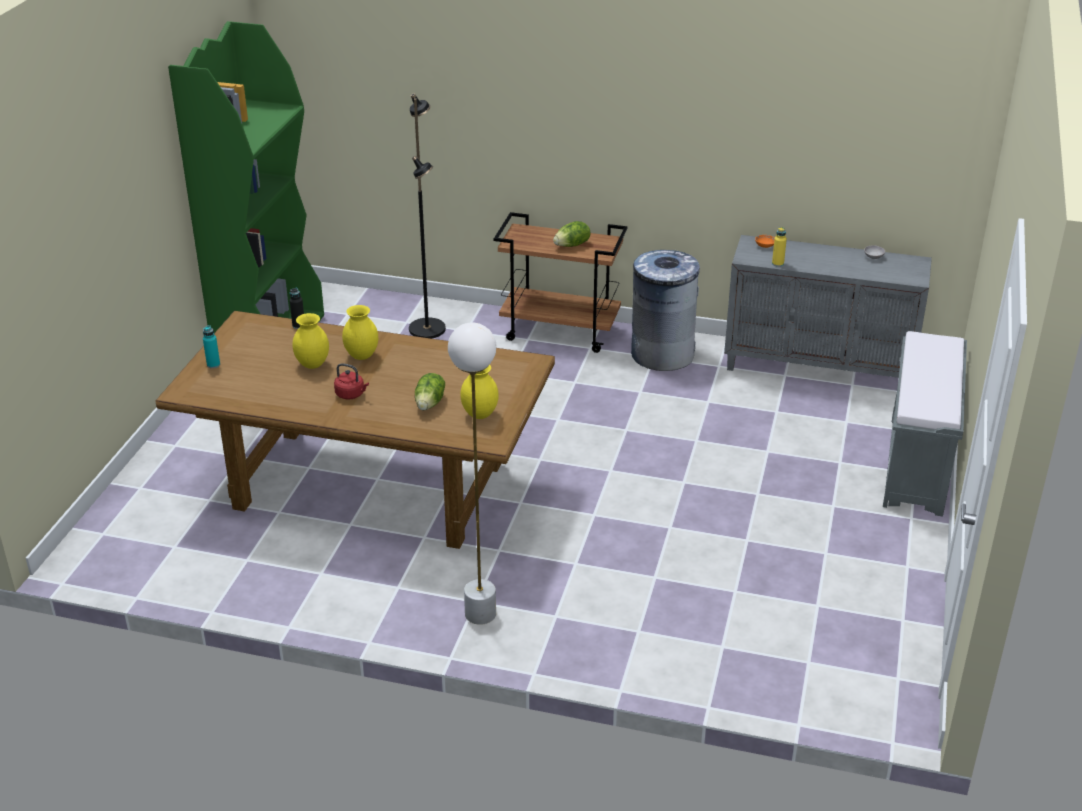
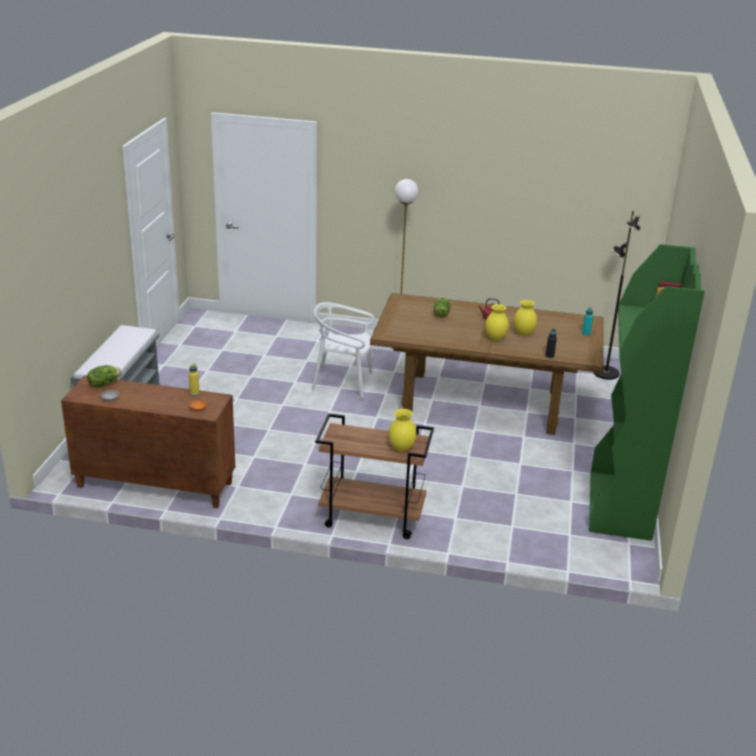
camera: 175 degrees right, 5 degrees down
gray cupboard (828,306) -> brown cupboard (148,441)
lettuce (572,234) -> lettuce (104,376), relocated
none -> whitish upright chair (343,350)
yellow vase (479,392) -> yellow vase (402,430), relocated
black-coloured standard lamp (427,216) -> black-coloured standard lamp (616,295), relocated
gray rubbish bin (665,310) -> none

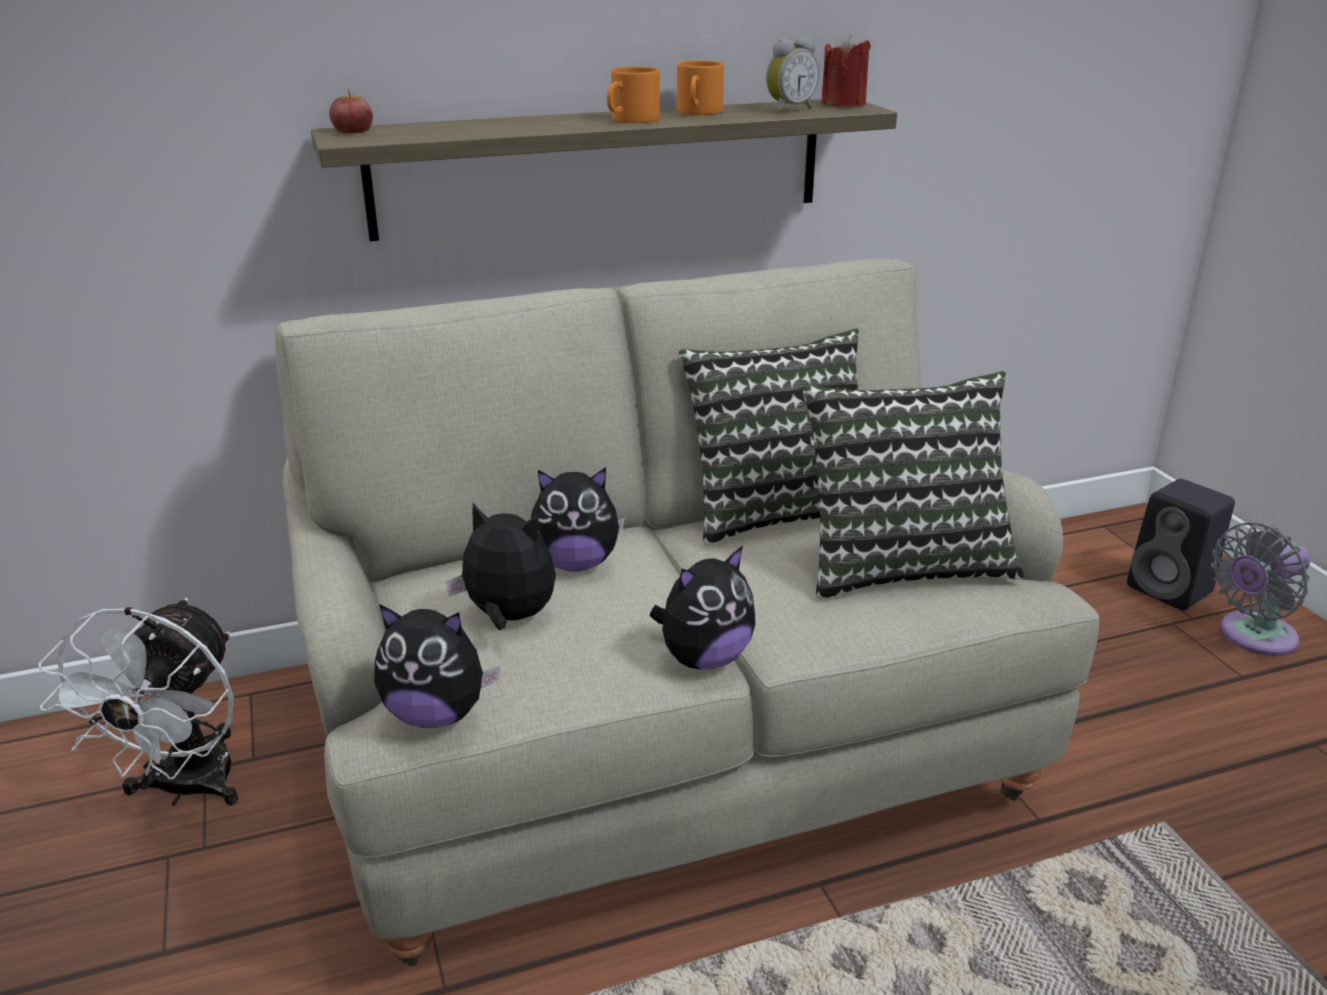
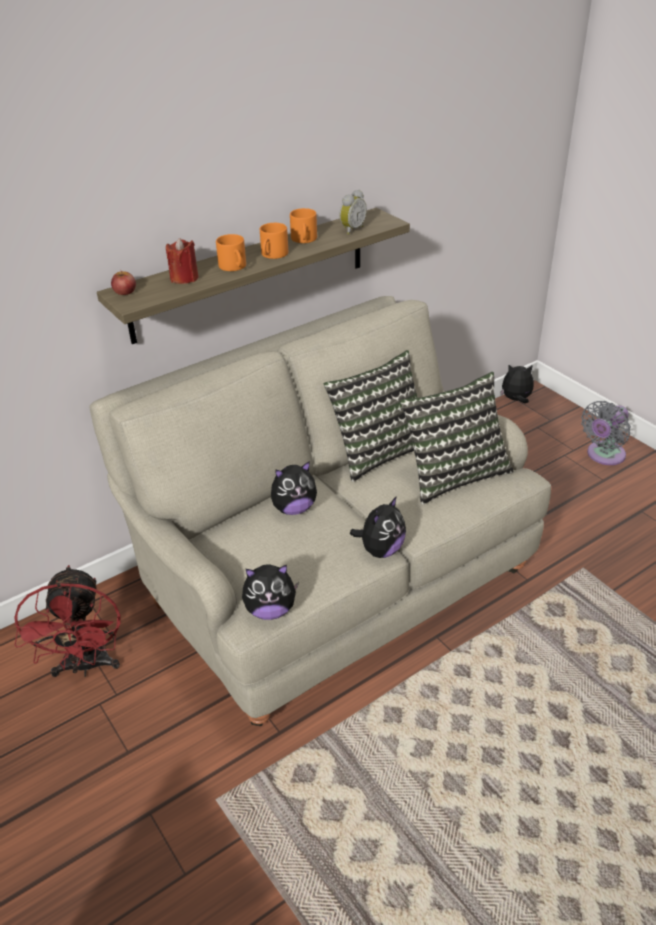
camera: 15 degrees left, 10 degrees up
whitish fan (138,702) -> red-coloured fan (67,621)
red-coloured candle (846,70) -> red-coloured candle (182,261), relocated
none -> orange-coloured tea mug (231,252)
cuddly toy (500,566) -> cuddly toy (517,384), relocated
black-coloured speaker (1181,544) -> none

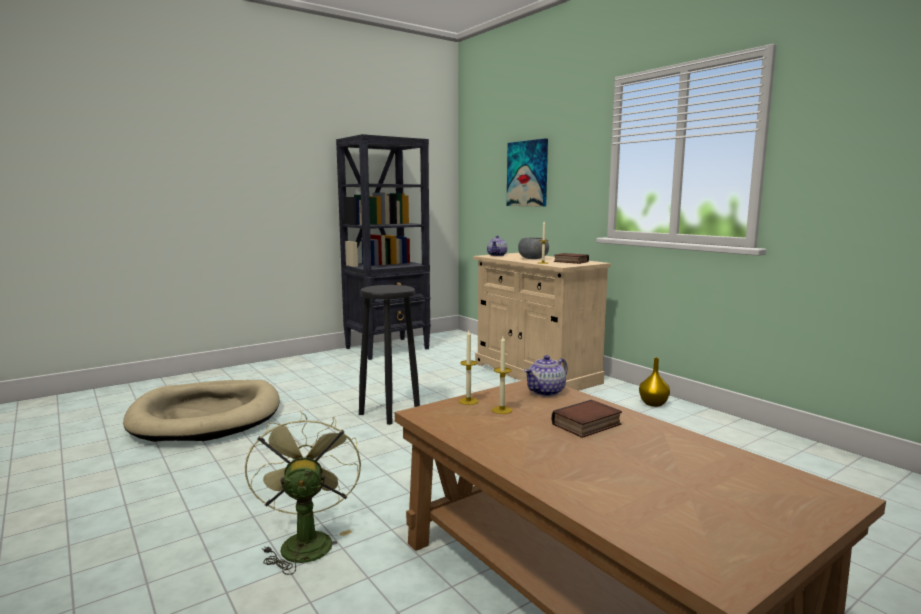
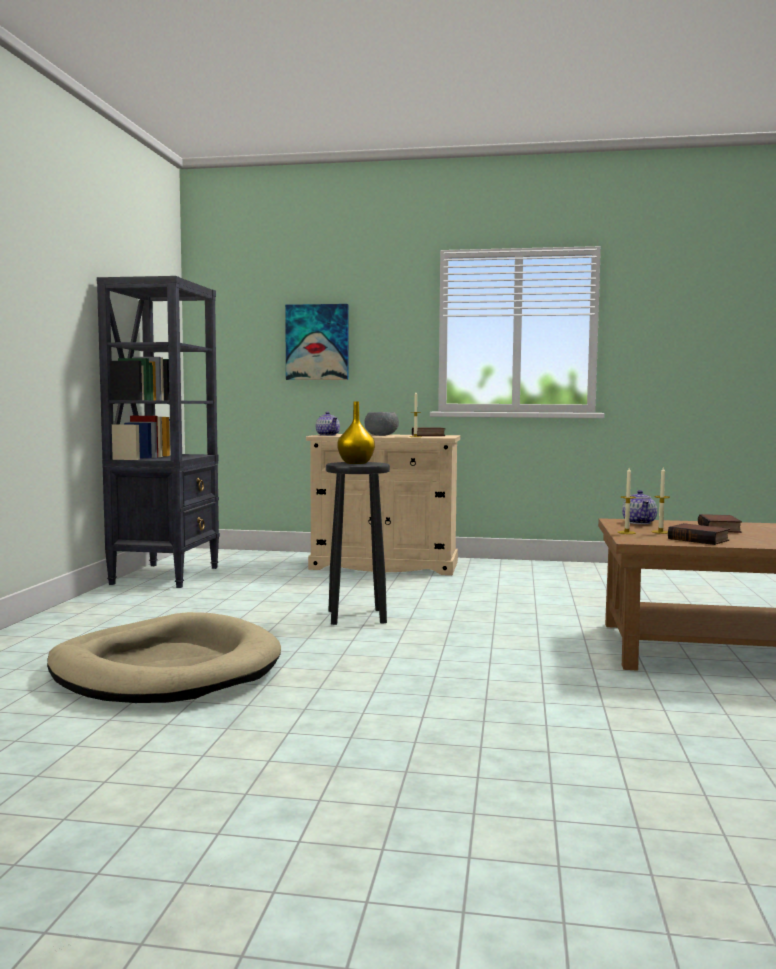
camera: 45 degrees left, 5 degrees down
yellow vase (654,382) -> yellow vase (356,432), relocated
none -> volume (699,534)
green fan (303,493) -> none

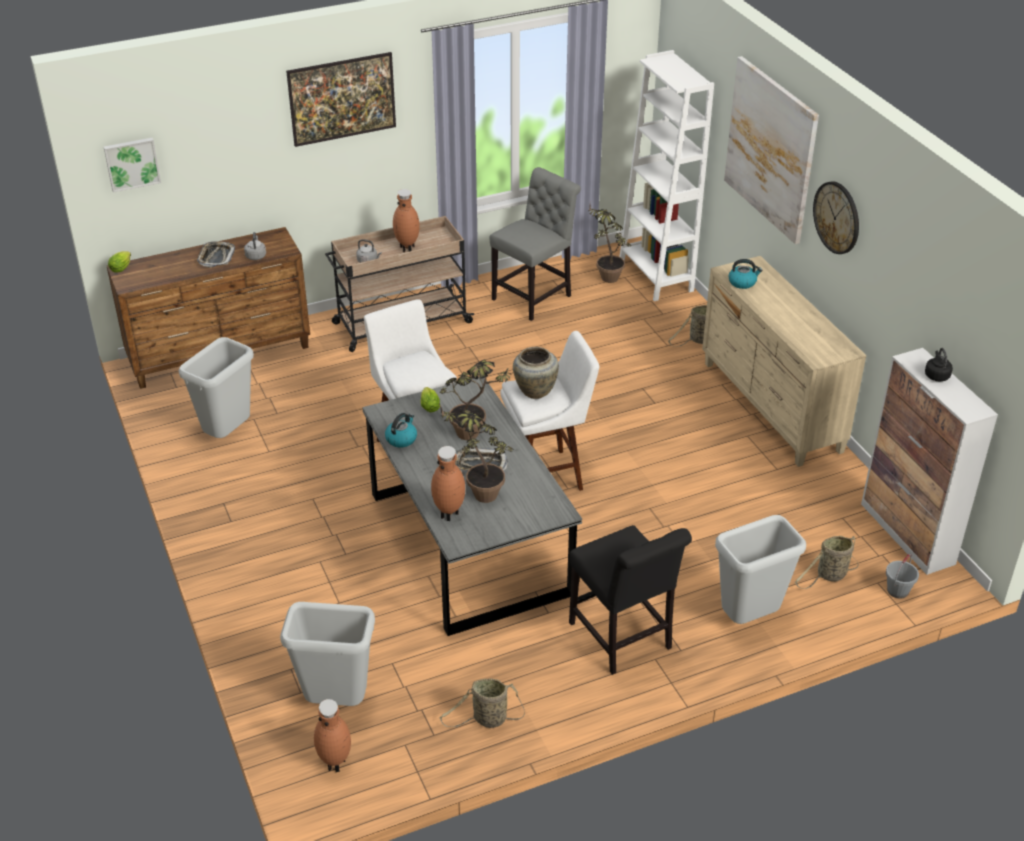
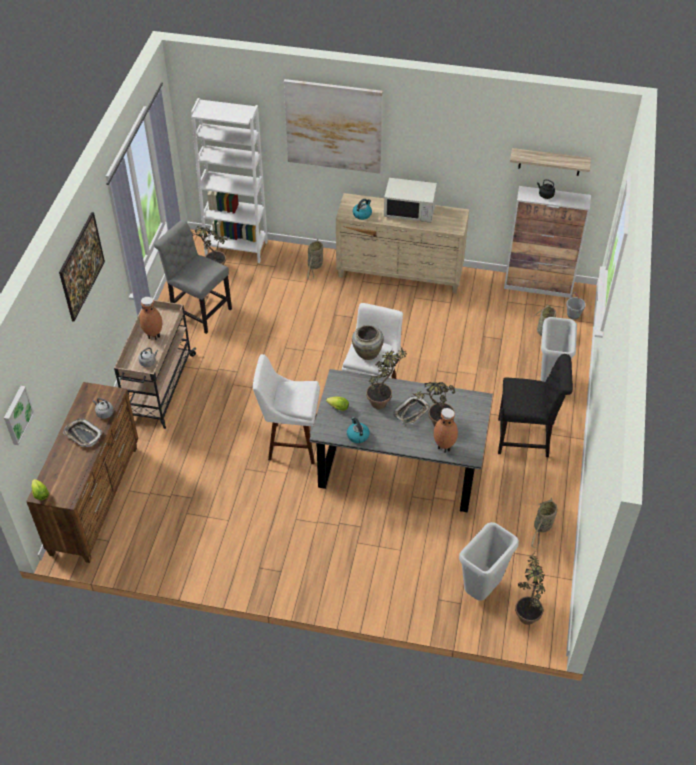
camera: 55 degrees left, 10 degrees up
gray upright chair (535,244) -> gray upright chair (193,277), 45 degrees counterclockwise
none -> whitish microwave oven (410,200)
none -> wall shelf (550,162)
brown vase (332,735) -> potted plant (530,587)
gray rubbish bin (216,387) -> none
wall clock (836,217) -> none

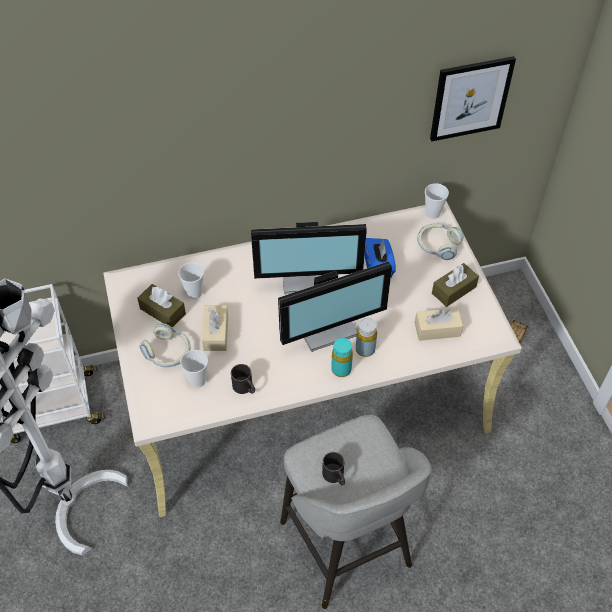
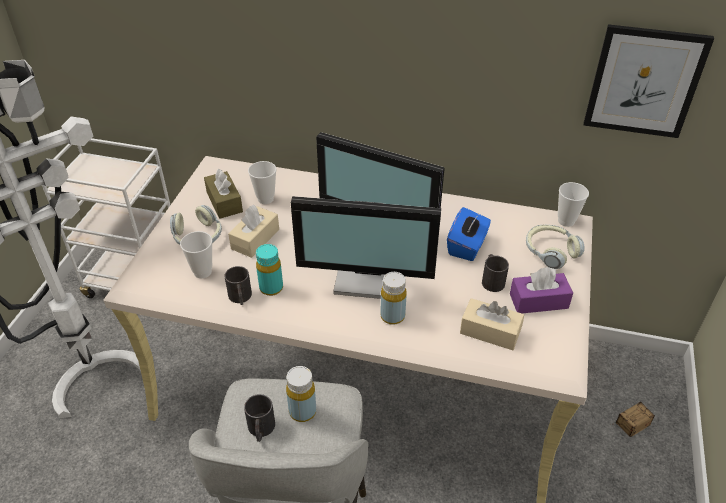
camera: 30 degrees right, 10 degrees down
blue-green drink bottle (342,357) -> blue-green drink bottle (269,270), relocated
none -> yellow drink bottle (301,394)
none -> black-coloured tea mug (495,273)
brown tissue holder (455,285) -> purple tissue holder (541,290)

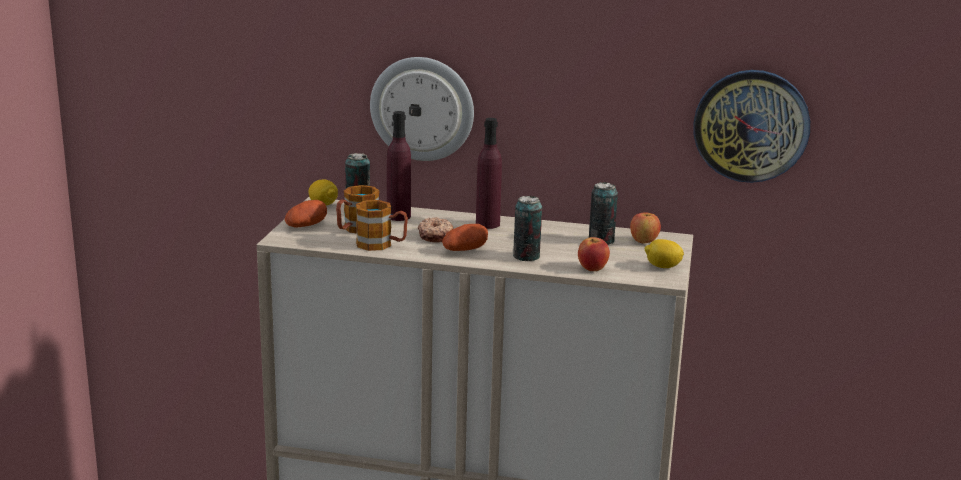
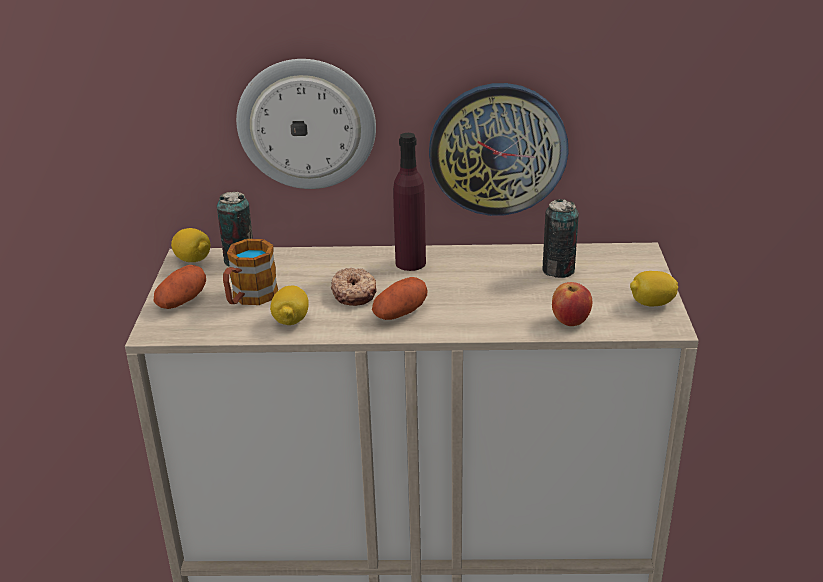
camera: 10 degrees left, 10 degrees up
tea mug (382,225) -> citrus fruit (289,305)
wall clock (751,126) -> wall clock (499,149), relocated
purple drink bottle (399,166) -> none
can (527,228) -> none
whole apple (645,228) -> none

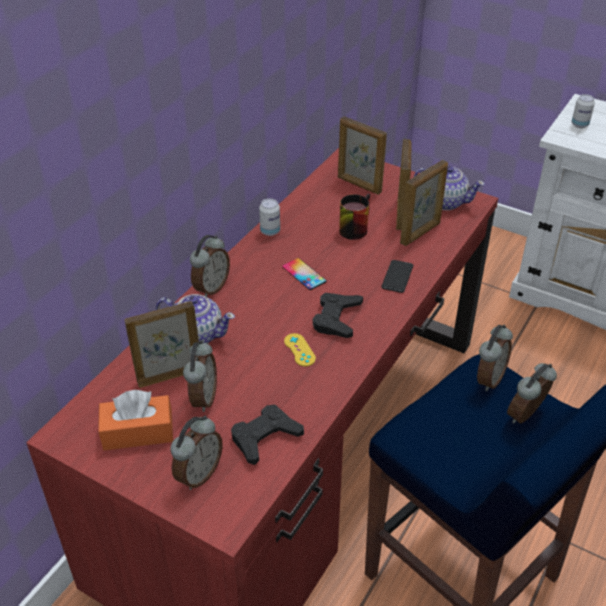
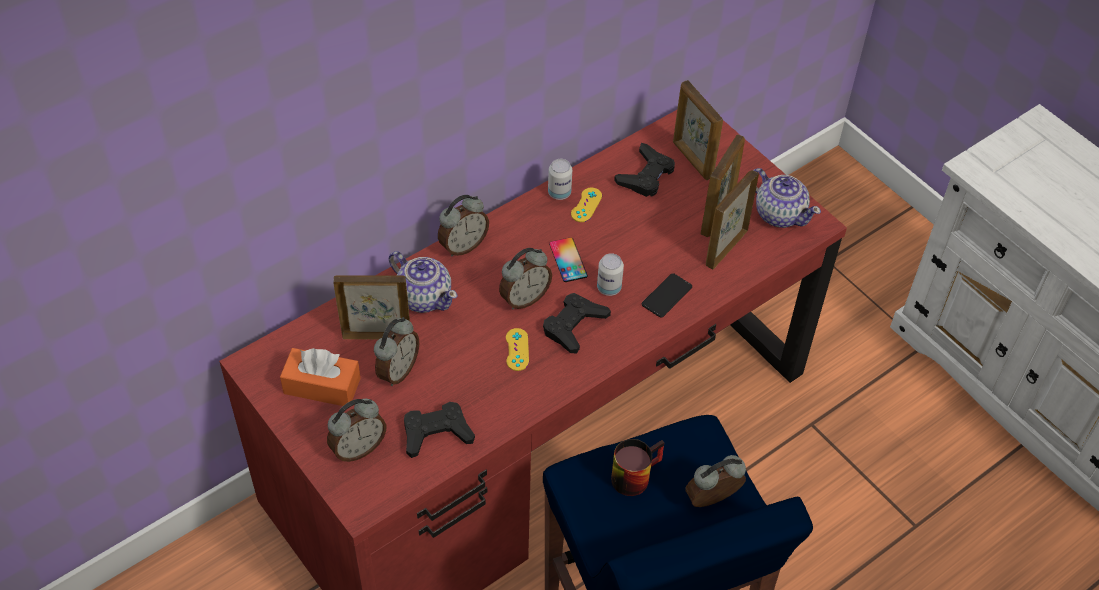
camera: 20 degrees right, 10 degrees up
bedside clock (495,358) -> bedside clock (525,278), relocated
none -> yellow gamepad (586,205)
can (583,111) -> can (610,274), relocated
tea mug (354,217) -> tea mug (637,467), relocated
none -> black-coloured gamepad (644,170)
photo frame (424,203) -> photo frame (732,220), 150 degrees clockwise

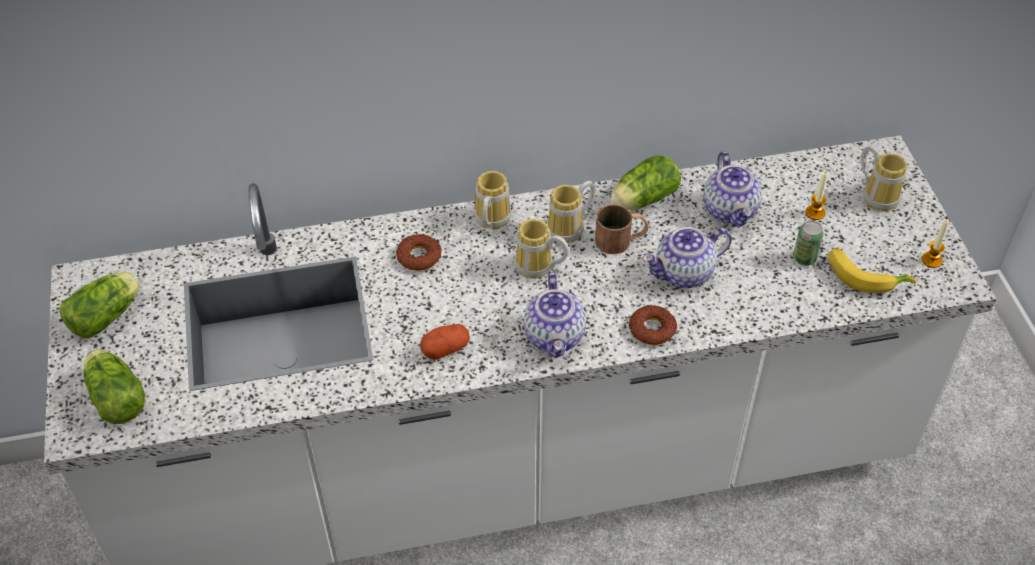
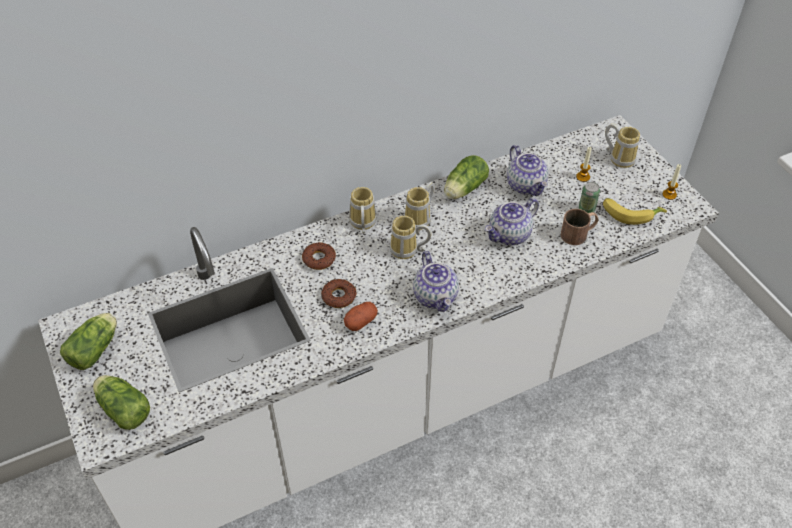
camera: 15 degrees left, 0 degrees up
donut (653,325) -> donut (338,293), relocated
brown tea mug (622,229) -> brown tea mug (579,227), relocated

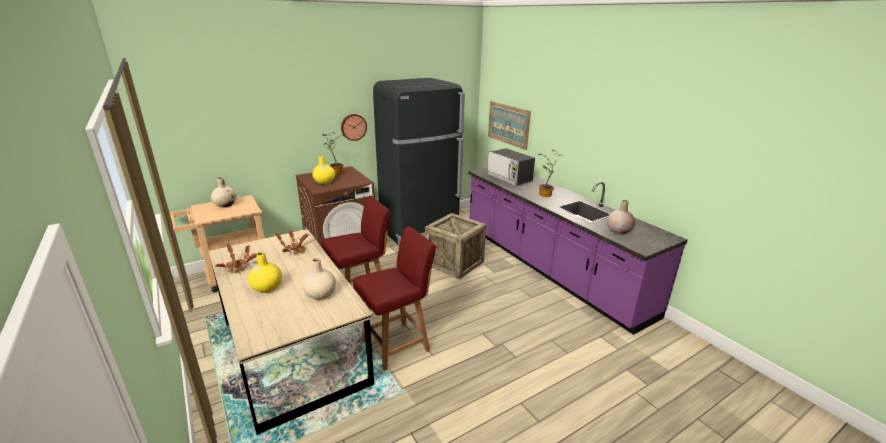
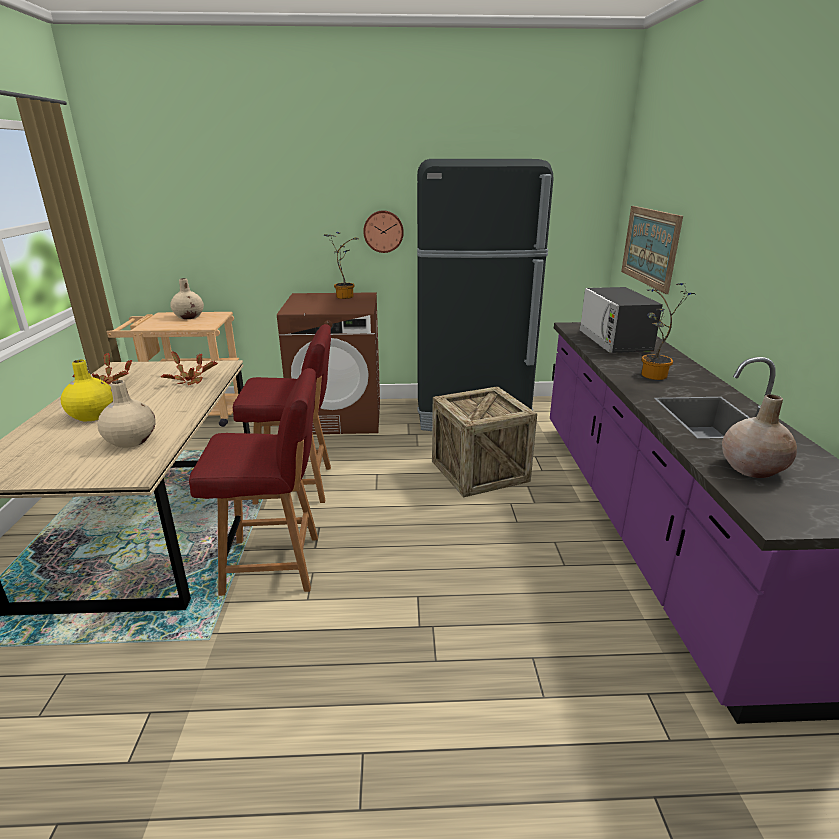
camera: 30 degrees right, 0 degrees up
yellow vase (323,170) -> none

